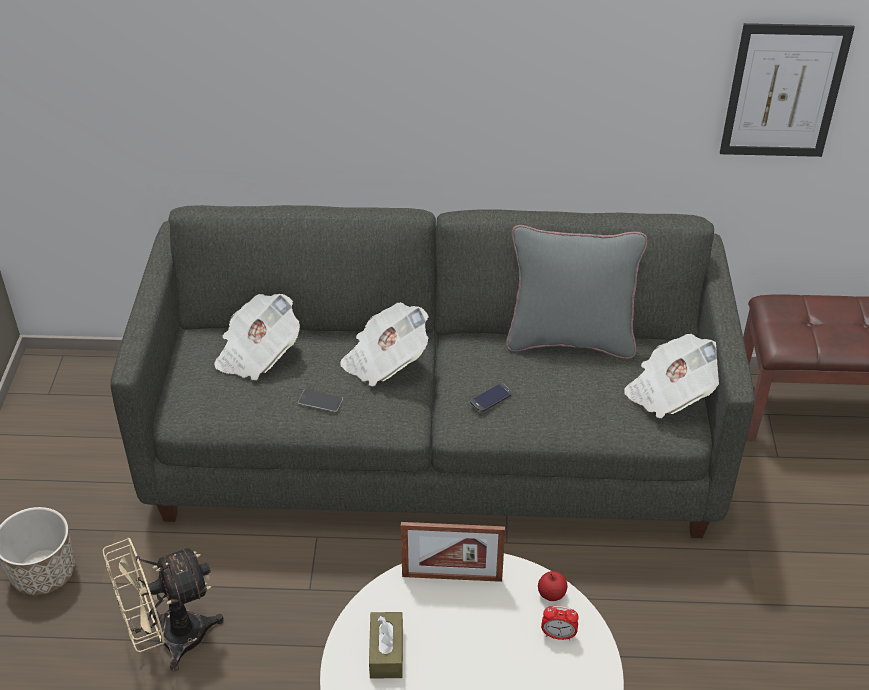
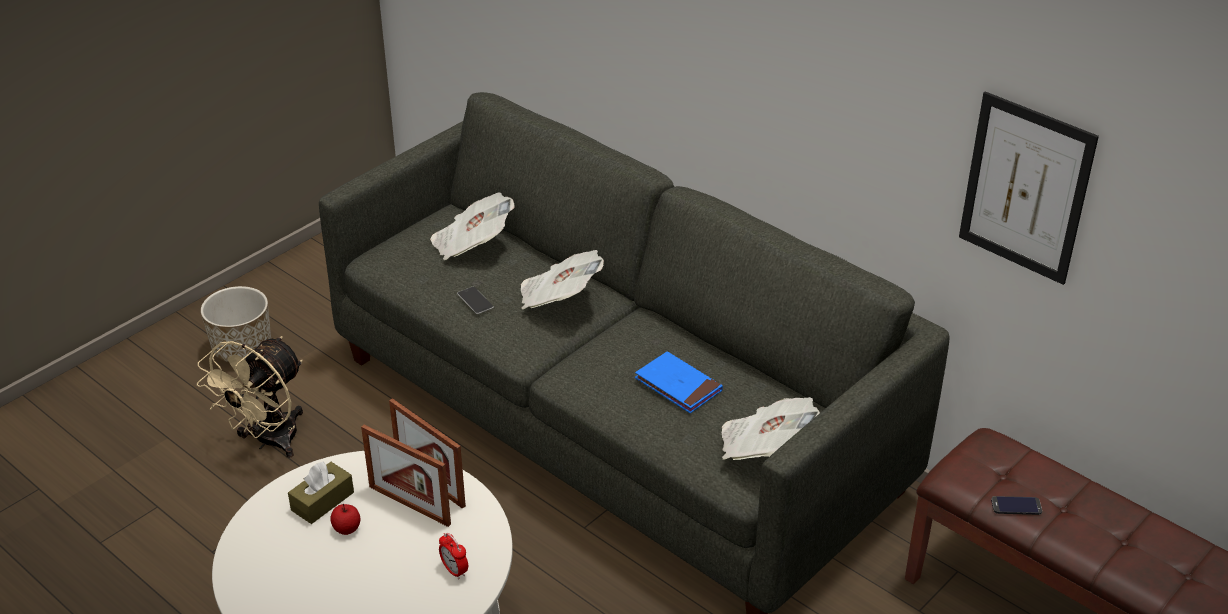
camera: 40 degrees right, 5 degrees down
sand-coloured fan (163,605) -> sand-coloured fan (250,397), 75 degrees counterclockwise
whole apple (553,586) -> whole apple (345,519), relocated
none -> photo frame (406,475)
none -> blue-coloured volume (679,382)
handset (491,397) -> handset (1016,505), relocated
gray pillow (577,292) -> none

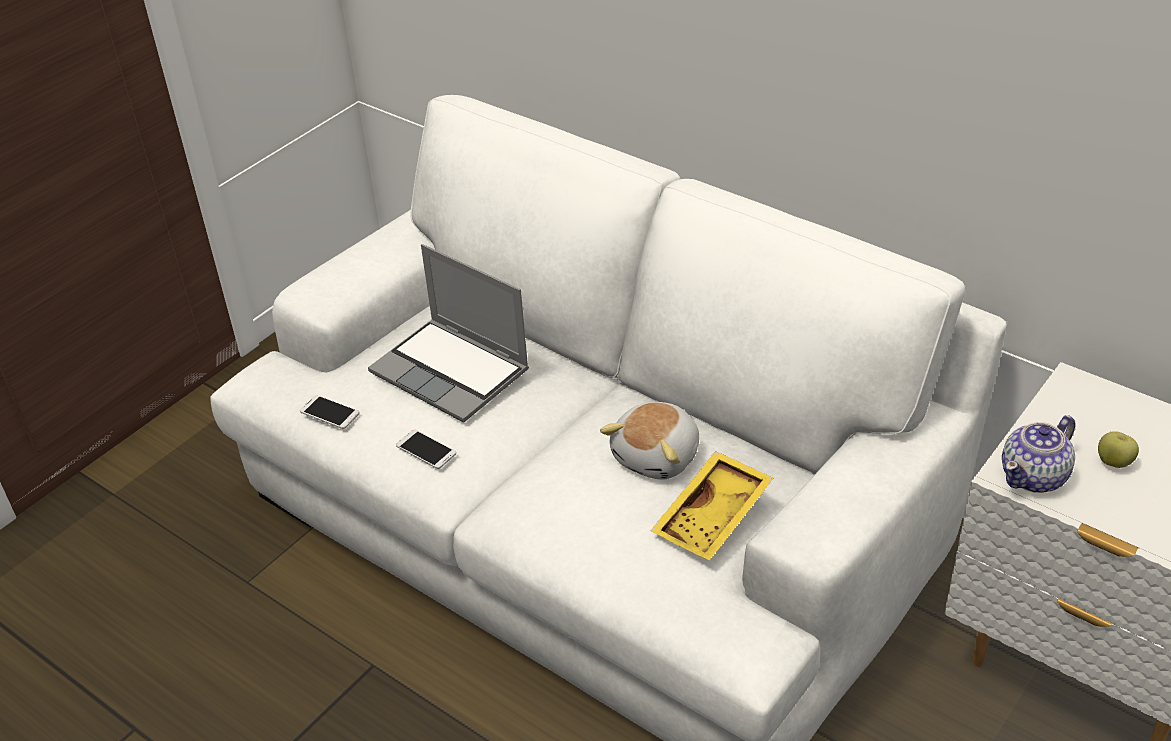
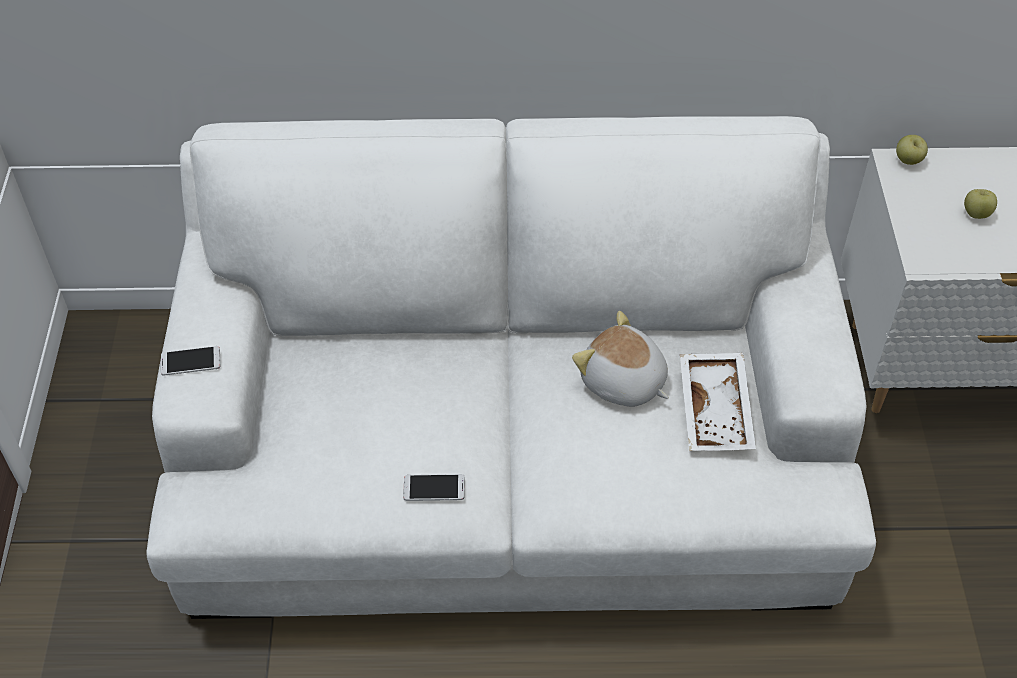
camera: 40 degrees left, 10 degrees up
handset (330,412) -> handset (190,361), relocated
cuddly toy (649,440) -> cuddly toy (620,359), 135 degrees clockwise
yellow carrying tray (712,505) -> whitish carrying tray (718,402)
none -> whole apple (912,150)
notebook computer (448,333) -> none
teapot (1038,454) -> none

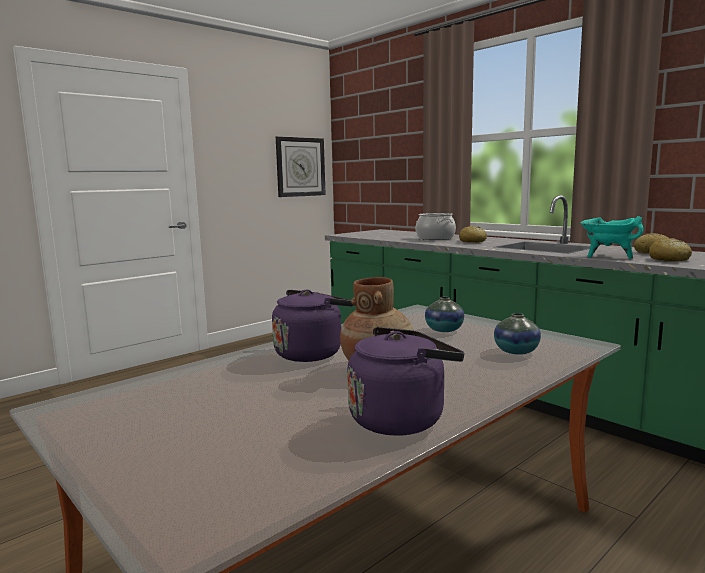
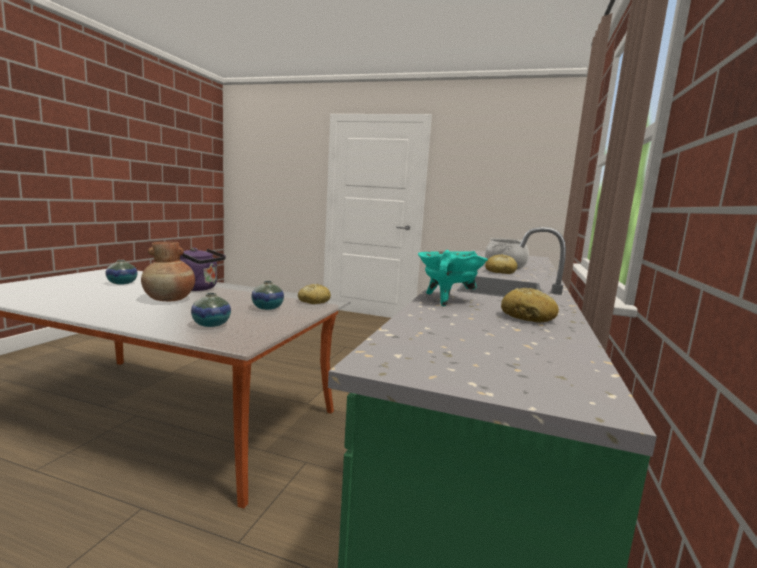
camera: 60 degrees right, 0 degrees up
none -> vase (122,272)
bread (670,250) -> bread (314,294), relocated
wall clock (301,166) -> none
purple water kettle (405,381) -> none

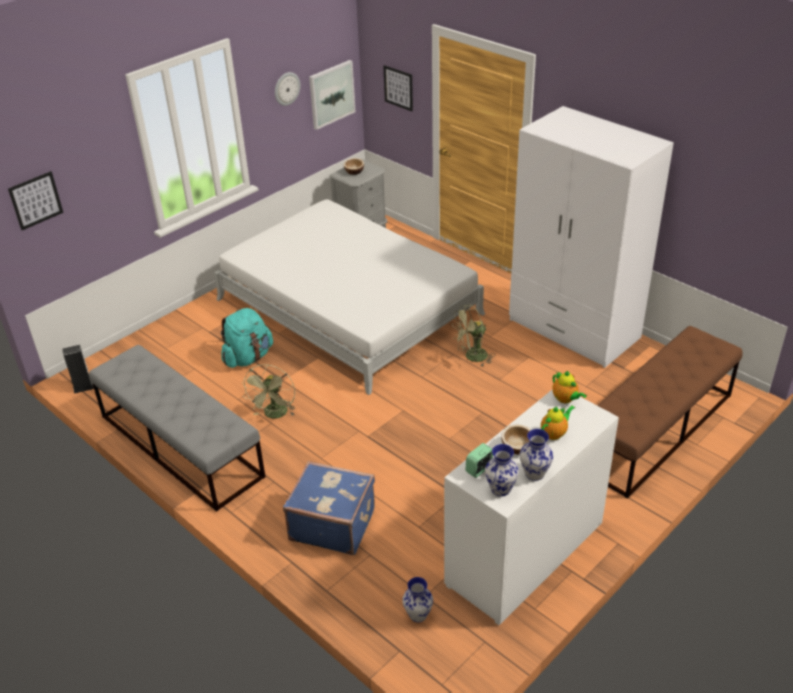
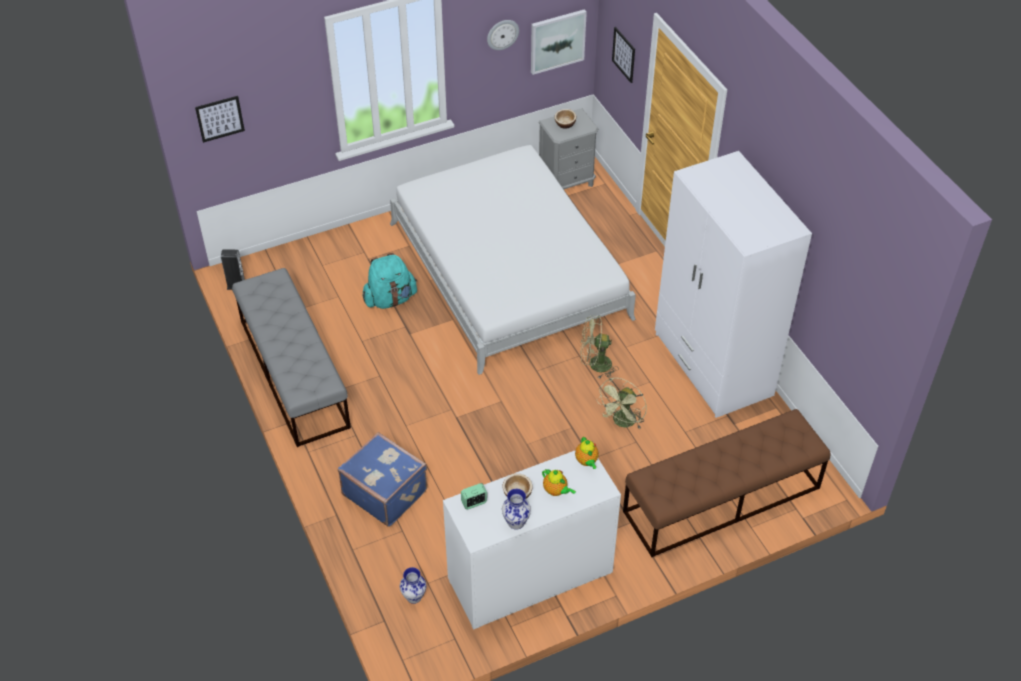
camera: 20 degrees right, 10 degrees up
teapot (558,423) -> teapot (559,482), 60 degrees clockwise
green fan (269,391) -> green fan (621,403), relocated
vase (502,470) -> none

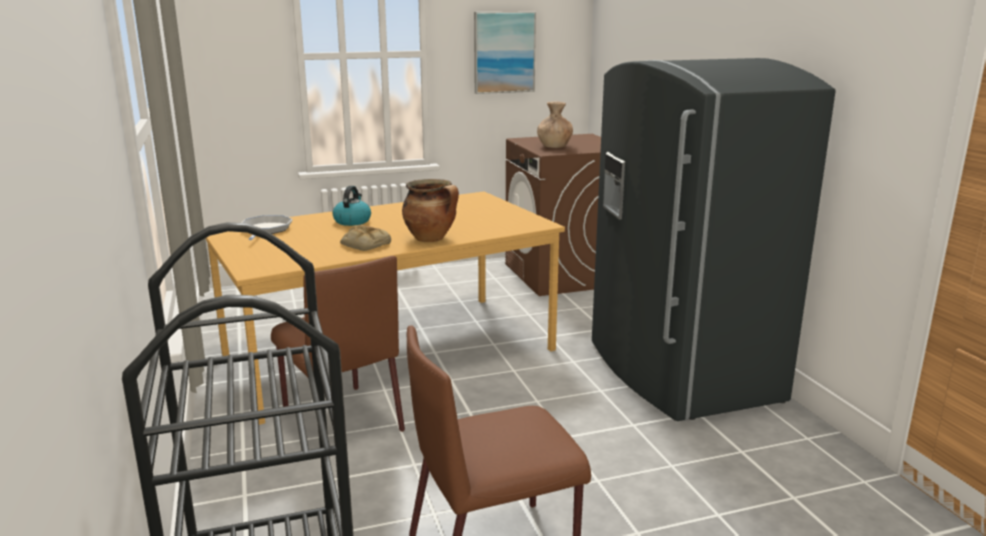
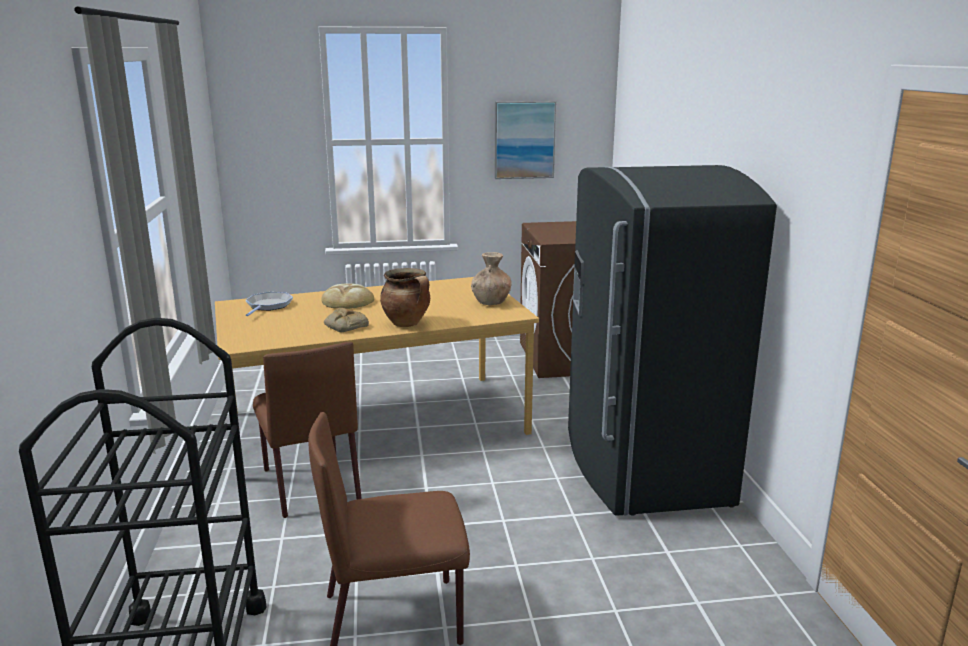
camera: 10 degrees right, 0 degrees up
water kettle (352,206) -> bread (347,296)
brown vase (555,124) -> brown vase (491,278), relocated

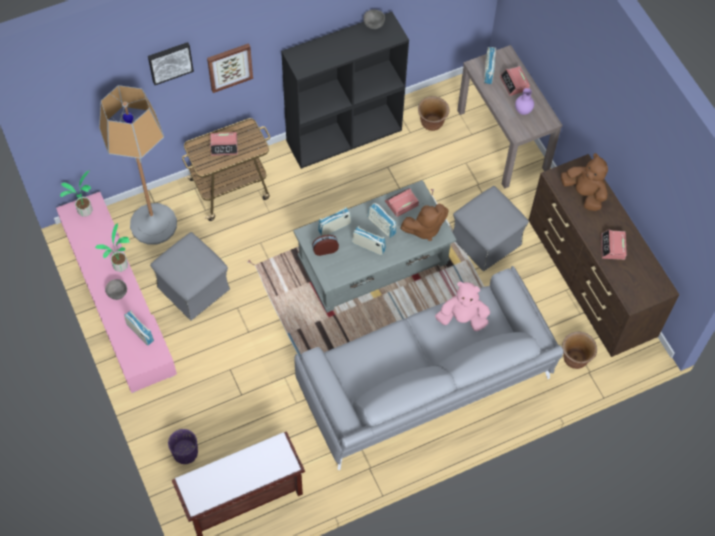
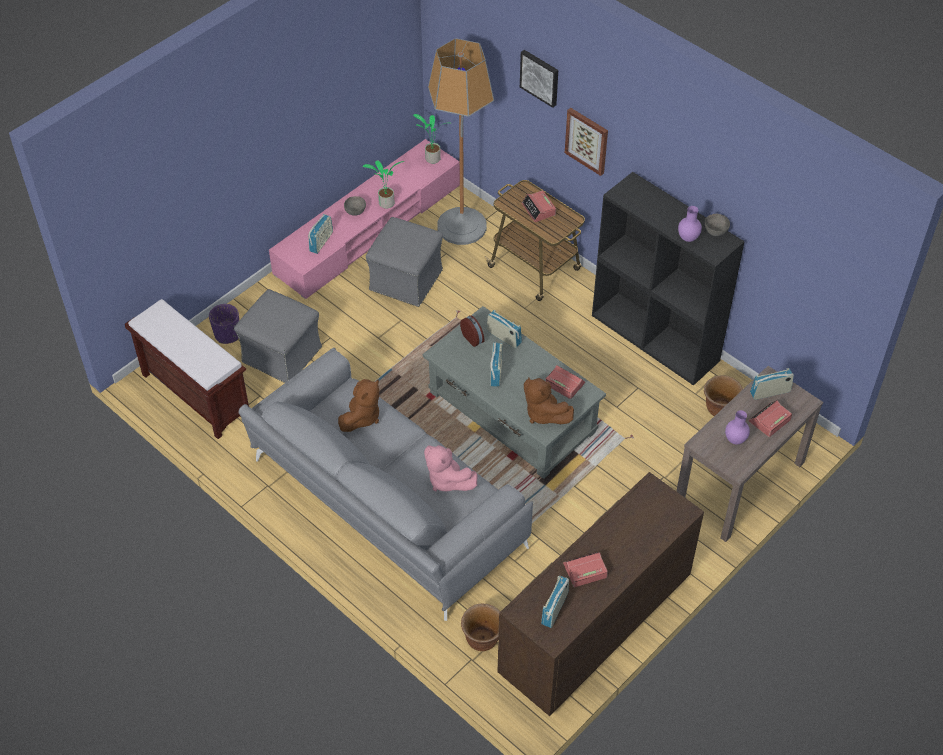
camera: 70 degrees right, 10 degrees down
gray footrest (491,228) -> gray footrest (278,336), relocated
brown cuddly toy (584,182) -> brown cuddly toy (358,405), relocated
pink cuddly toy (462,306) -> pink cuddly toy (450,468), 150 degrees clockwise
radio receiver (382,220) -> radio receiver (555,602), relocated
none -> purple vase (690,224)

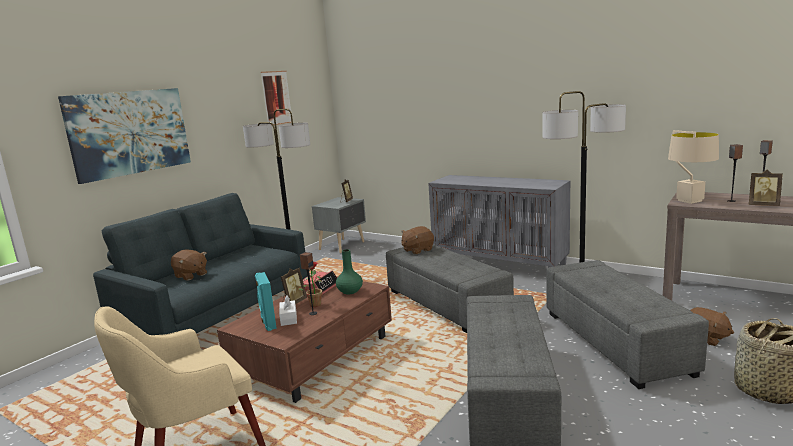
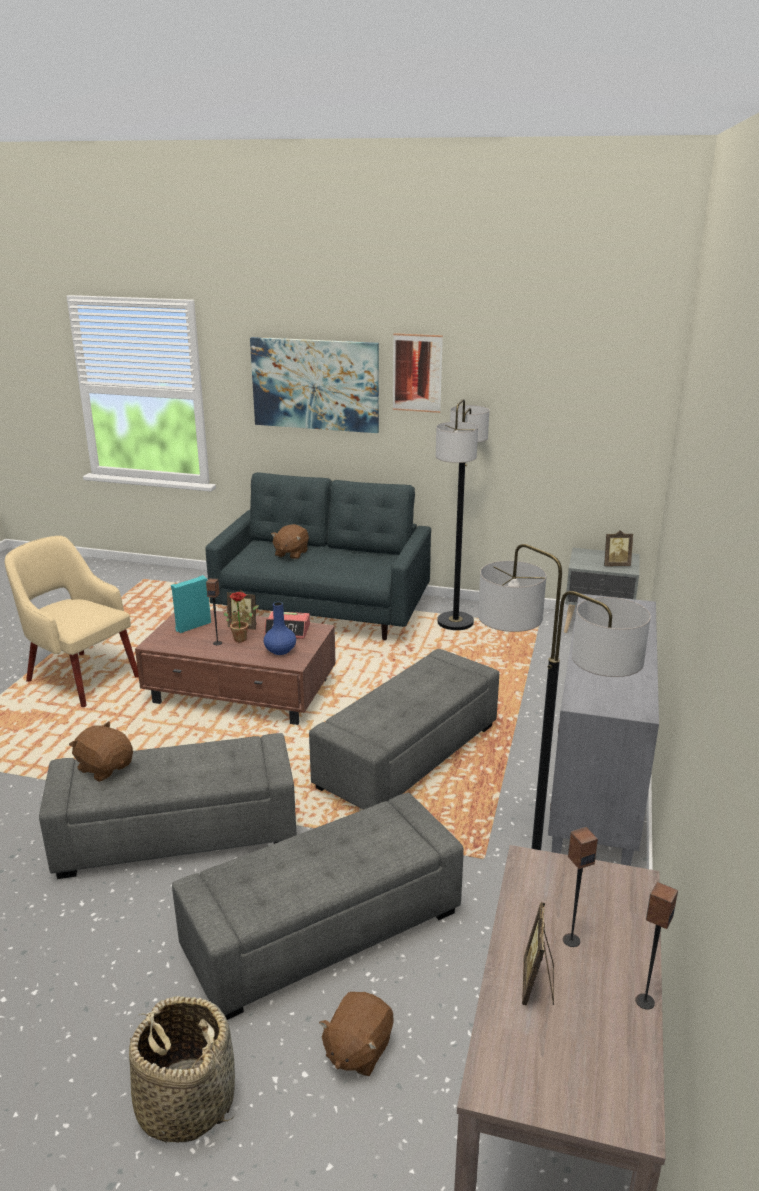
camera: 70 degrees right, 10 degrees up
brown cuddly toy (417,240) -> brown cuddly toy (101,752), relocated
green vase (349,271) -> blue-coloured vase (280,628)
wall art (276,98) -> wall art (418,373), relocated
whitish tissue holder (288,310) -> none
sand-coloured table lamp (693,167) -> none

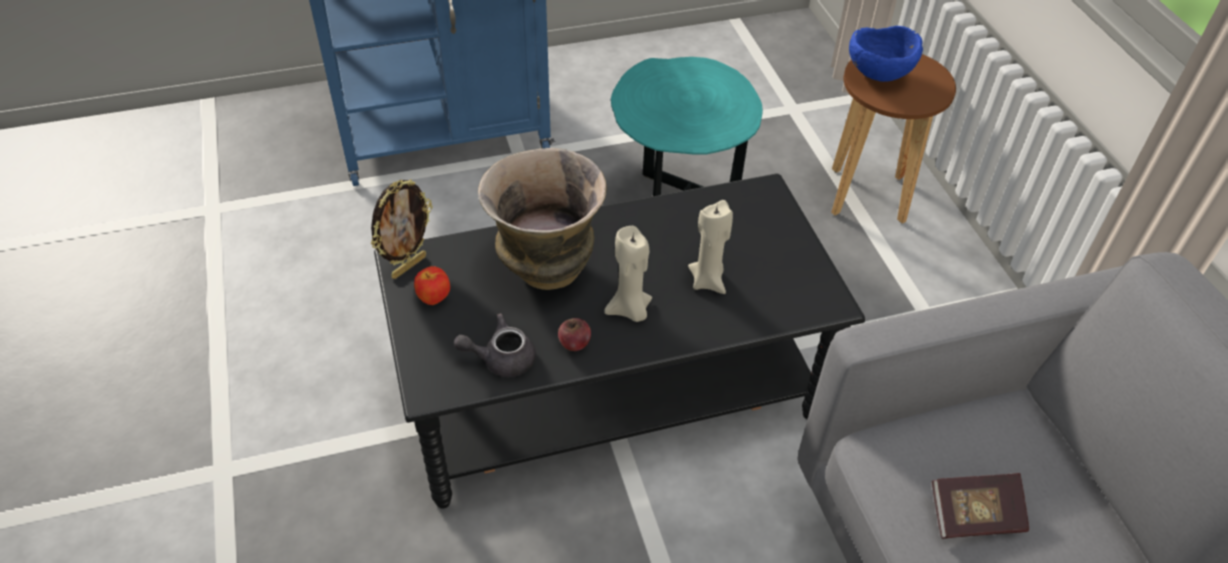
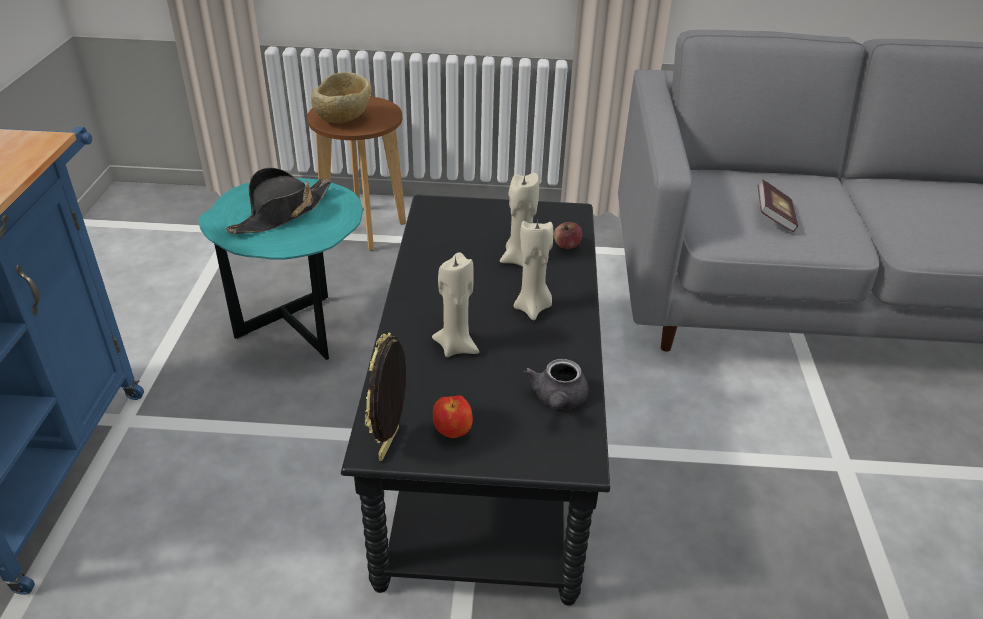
camera: 70 degrees left, 10 degrees down
none -> black-coloured hat (278,201)
blue-coloured deep dish (886,54) -> sand-coloured deep dish (341,98)
photo frame (402,229) -> photo frame (385,396), 135 degrees counterclockwise
vase (542,219) -> sand-coloured candle (455,304)
whole apple (574,334) -> whole apple (568,235), relocated

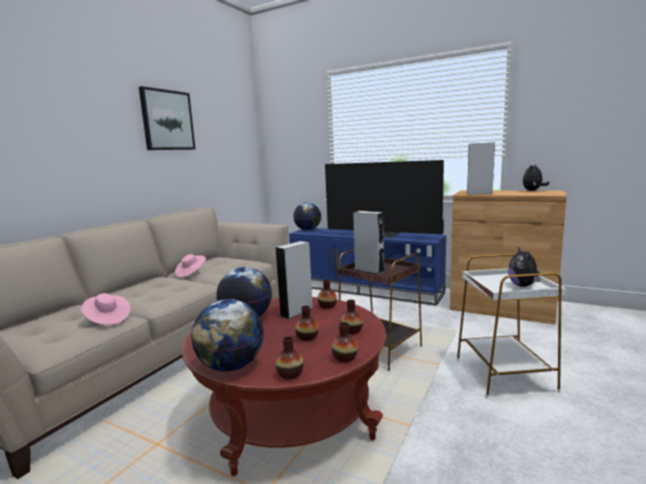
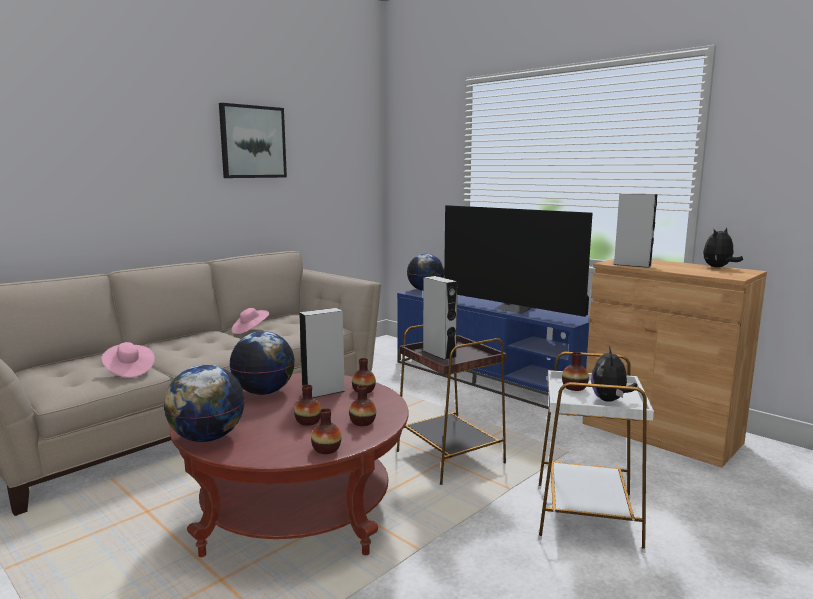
camera: 15 degrees right, 0 degrees up
vase (289,357) -> vase (575,371), relocated

